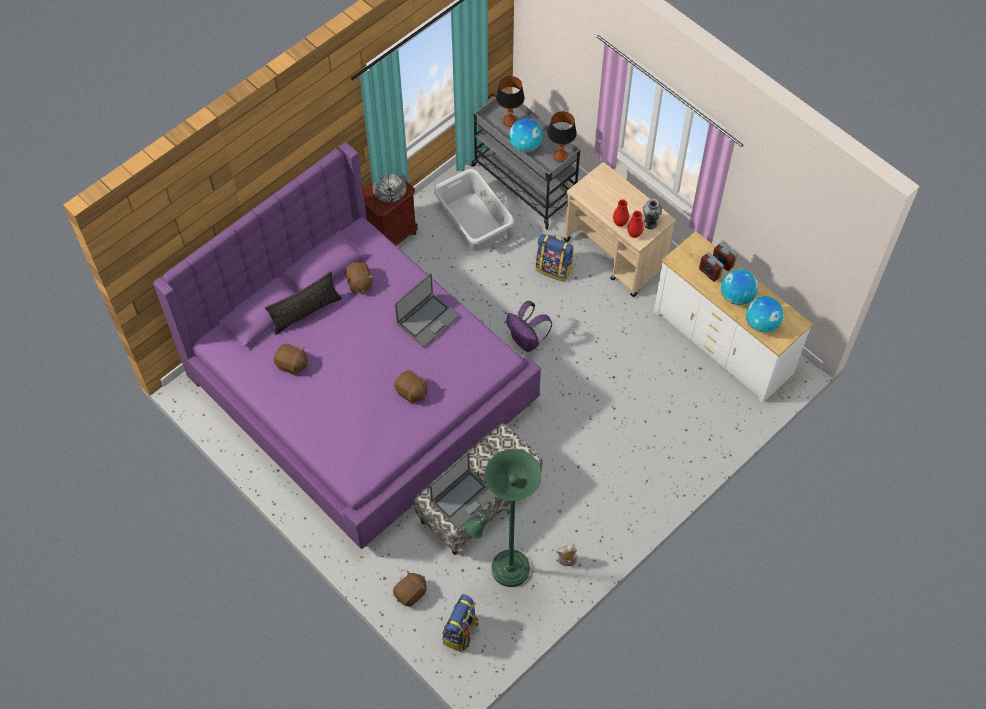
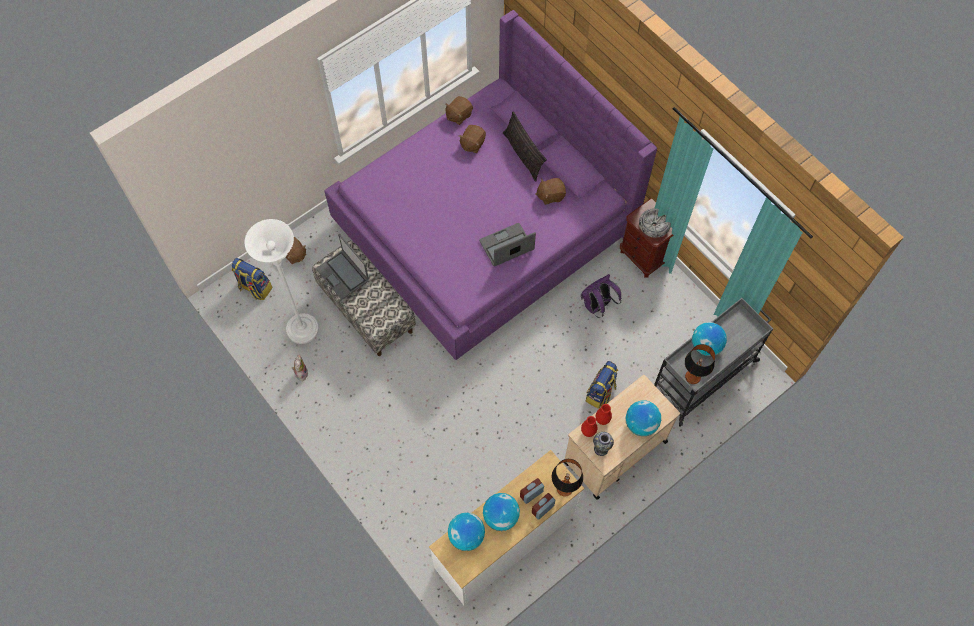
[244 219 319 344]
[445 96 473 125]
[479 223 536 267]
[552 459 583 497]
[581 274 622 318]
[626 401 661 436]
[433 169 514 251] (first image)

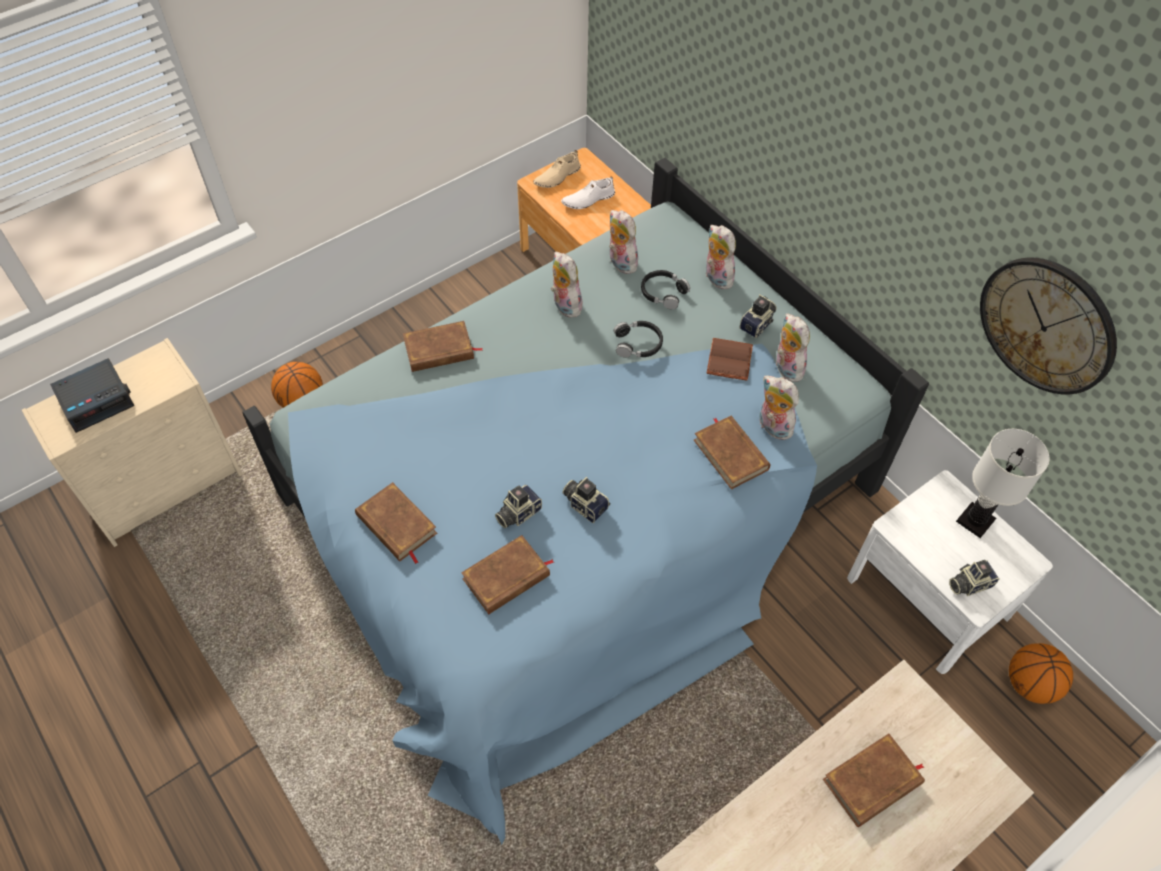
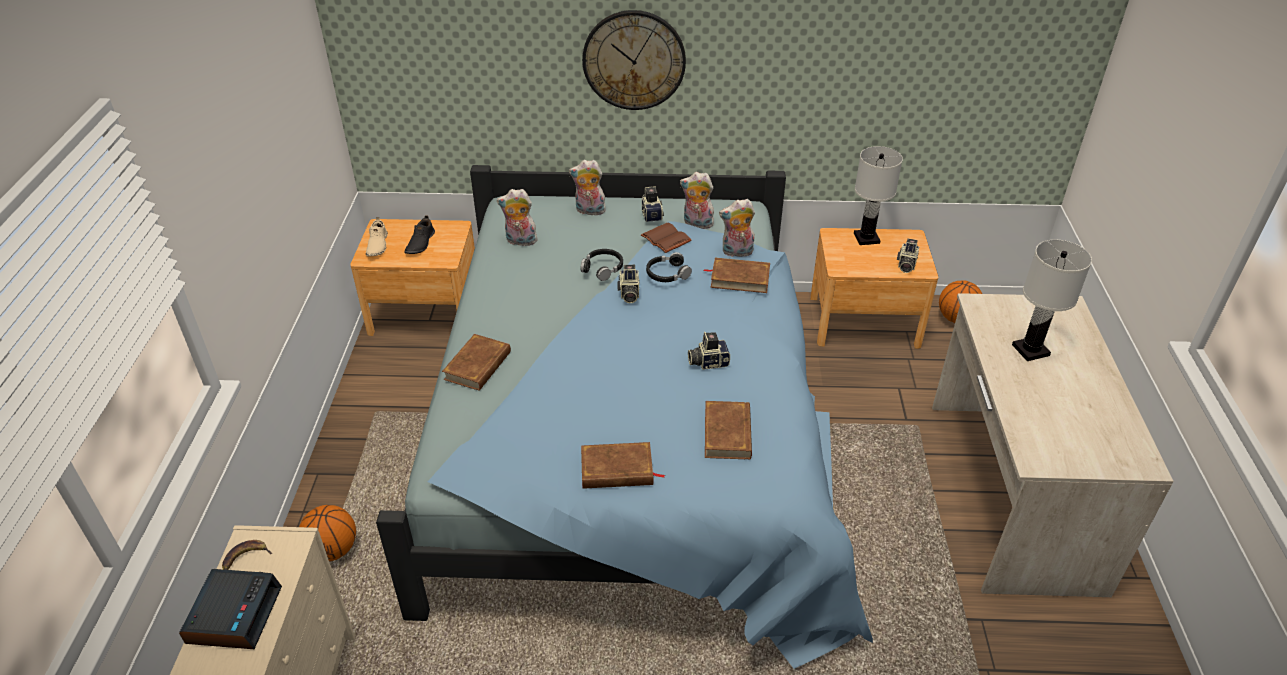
[222 540 273 570]
[404 215 435 254]
[582 10 686 110]
[617 265 640 303]
[646 252 692 282]
[810 228 938 349]
[1012 240 1092 361]
[551 252 582 318] (first image)

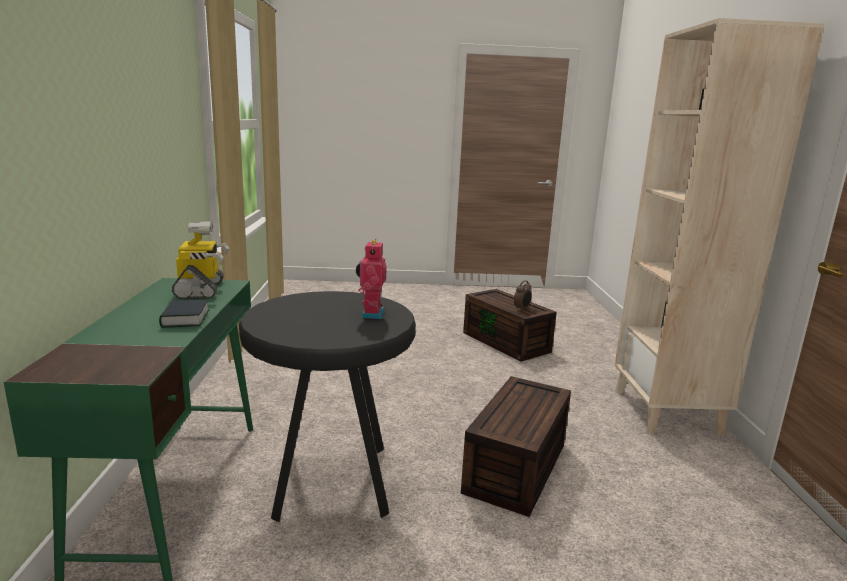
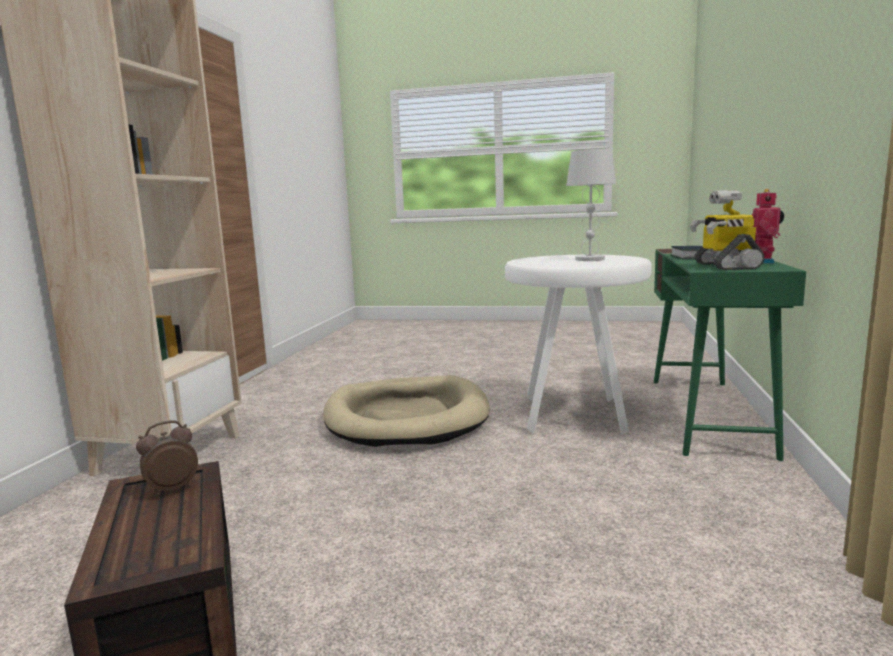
[323 375 490 447]
[505 255 652 434]
[566 149 616 261]
[752 189 784 264]

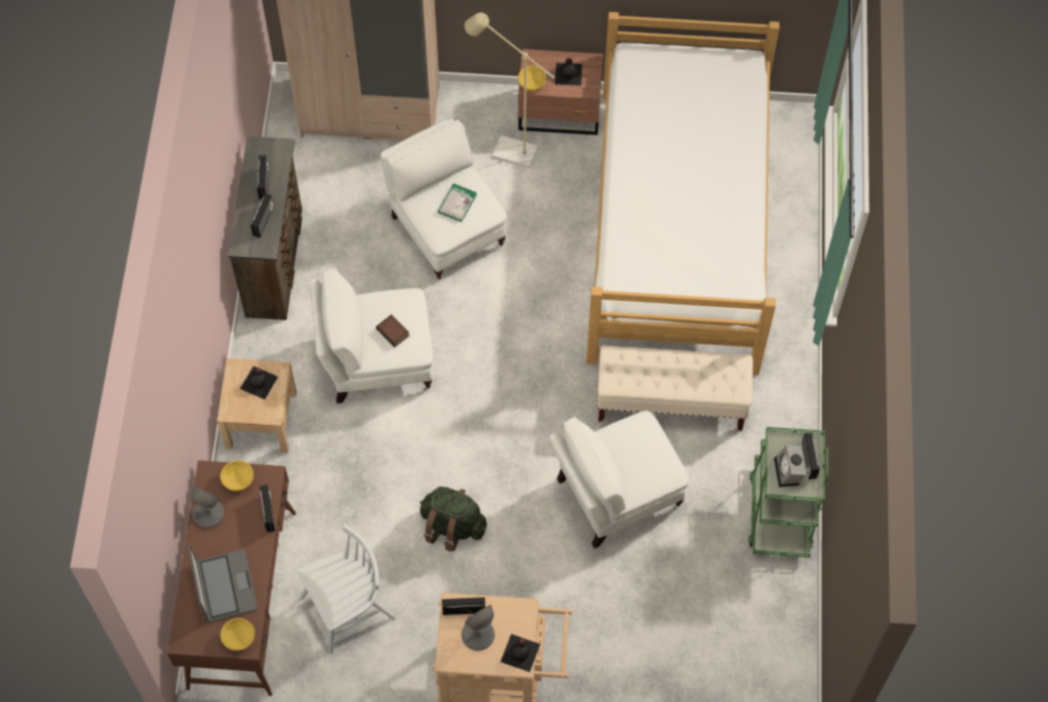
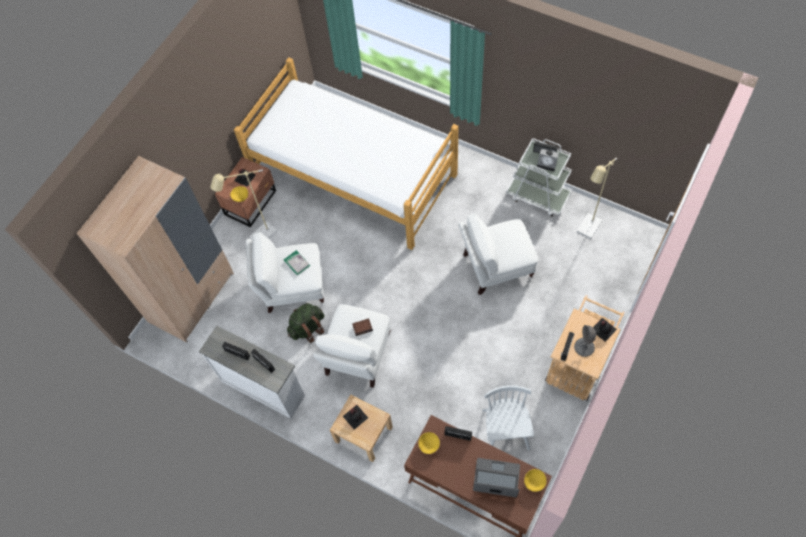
[199 326 305 419]
[287 303 324 343]
[458 213 538 295]
[506 138 572 217]
[577 158 617 239]
[191 486 224 528] (first image)
[596 345 753 431] (first image)

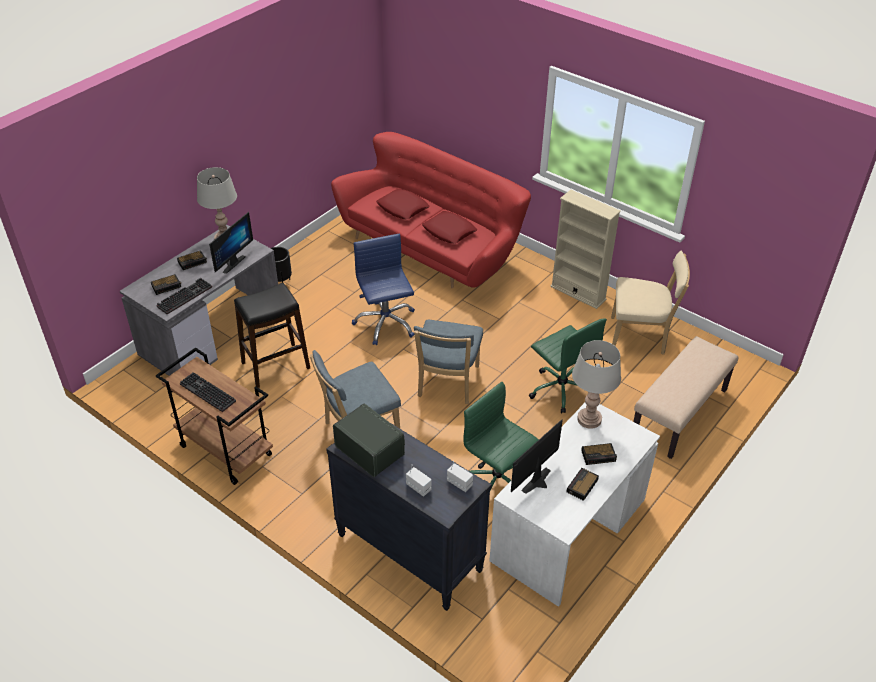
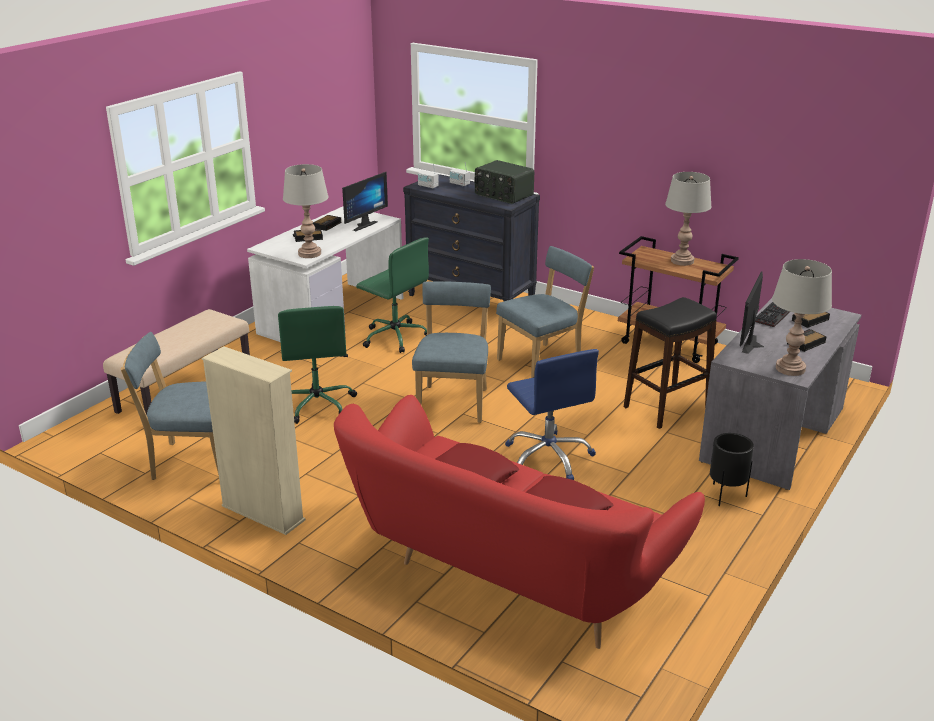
[121 332 219 480]
[278 306 357 424]
[665 172 712 266]

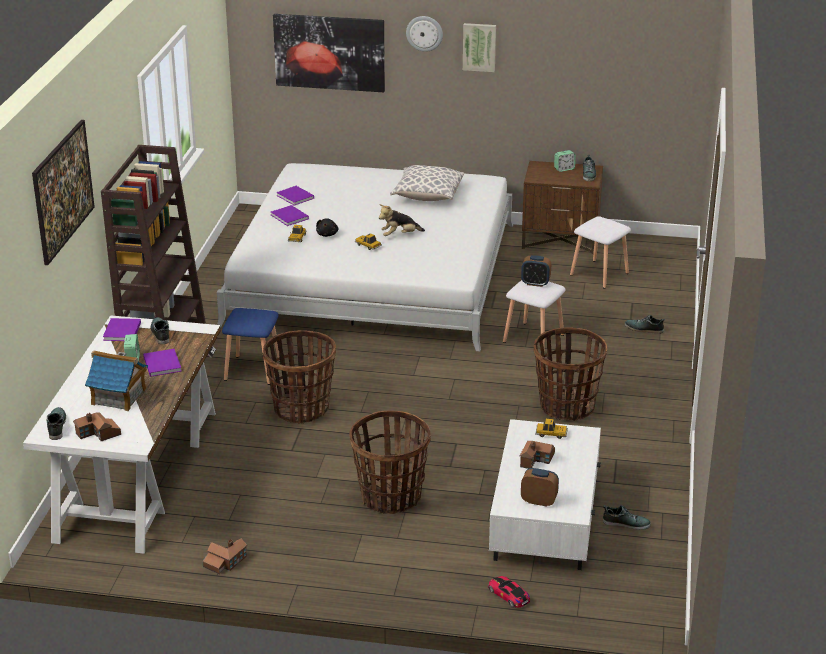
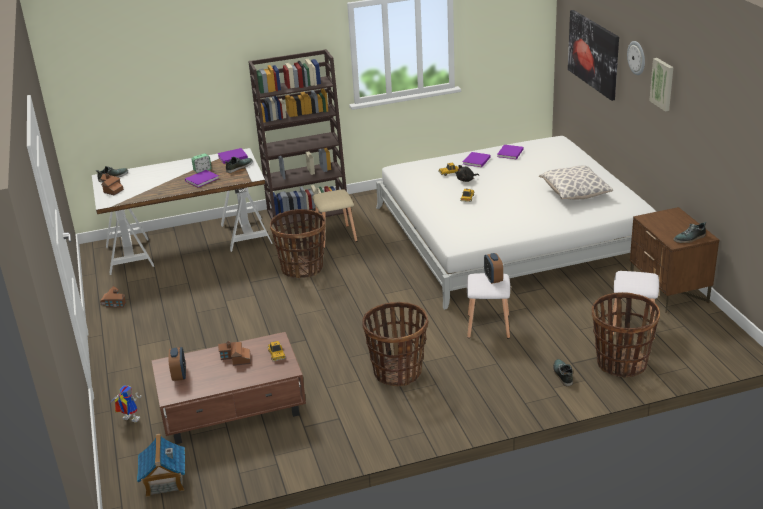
[111 385 142 423]
[137 434 185 497]
[151 332 306 444]
[312 189 357 248]
[592 292 660 378]
[32 120 95 265] (first image)
[379 204 425 236] (first image)
[554 150 576 172] (first image)
[603 505 651 530] (first image)

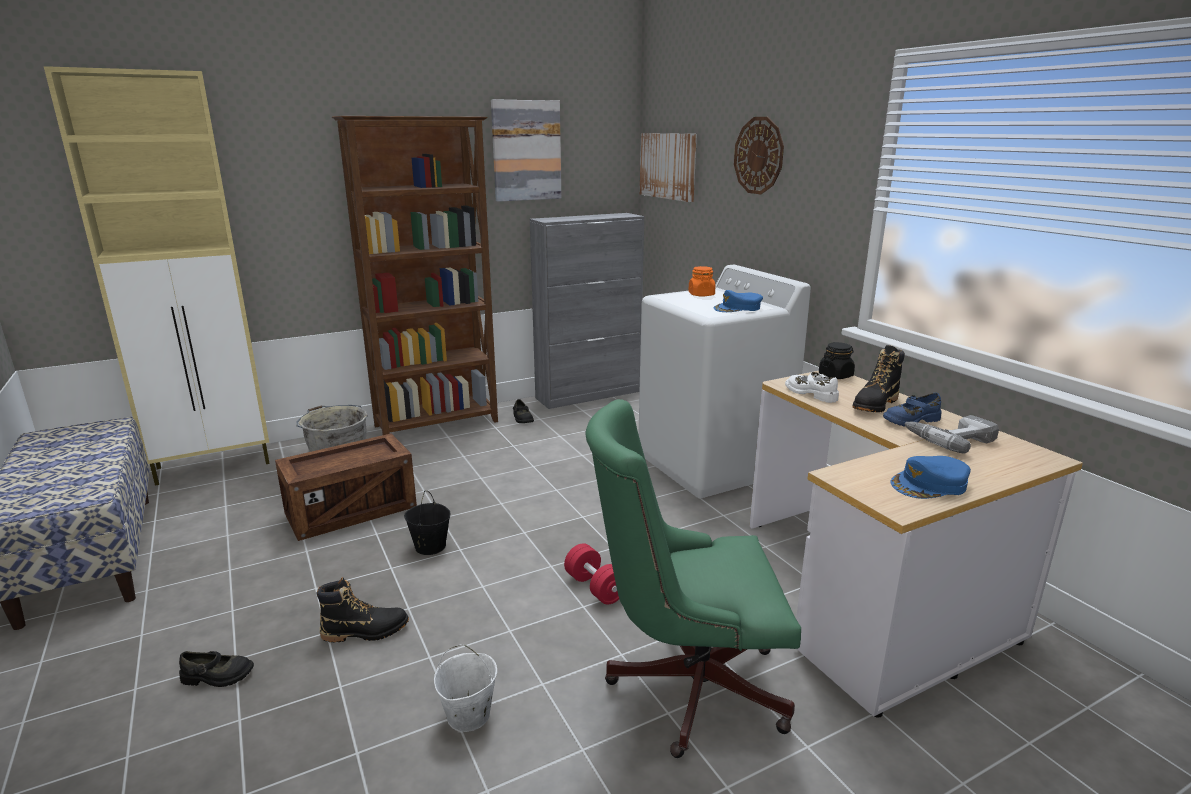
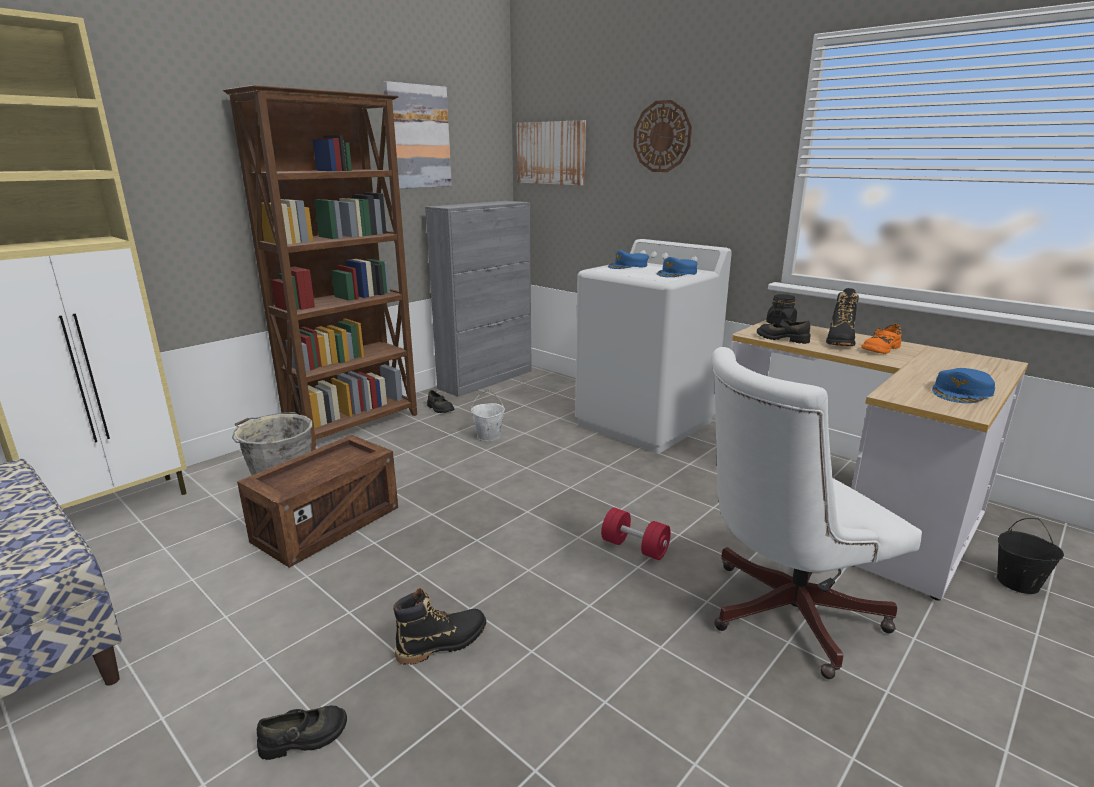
[471 390 505 441]
[608 250 649 269]
[711 347 922 679]
[757 319 810 344]
[861 324 901 354]
[997 518 1064 594]
[904 415 999 454] (first image)

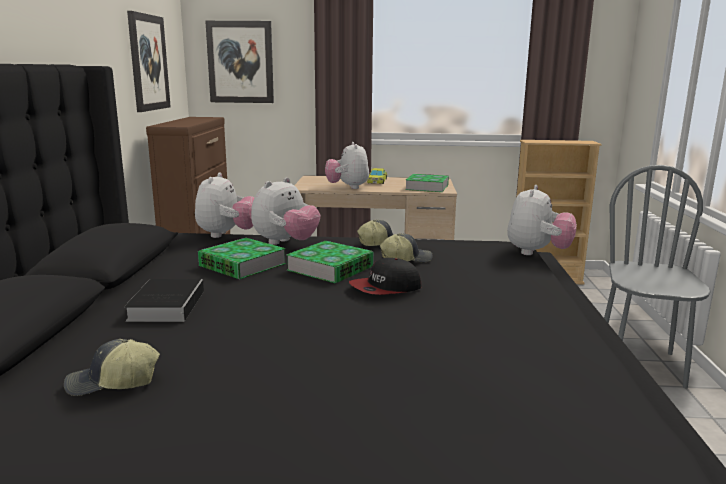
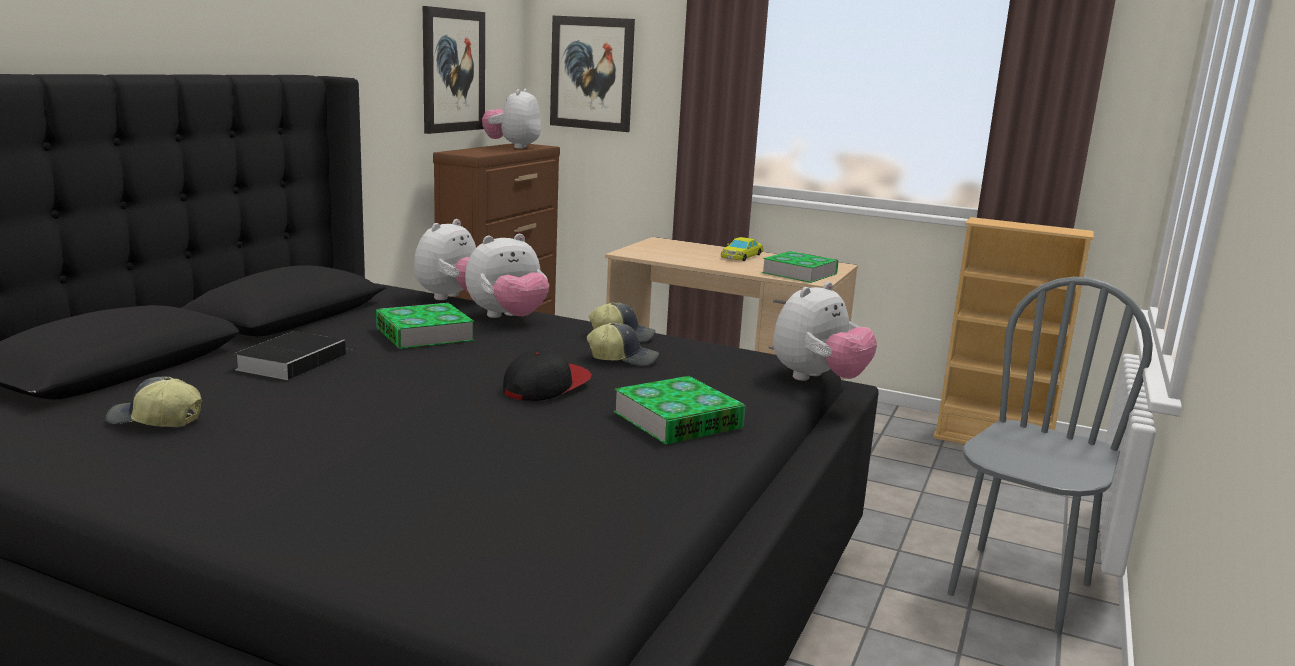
[482 89 541 149]
[503 349 592 401]
[614 376 745 445]

